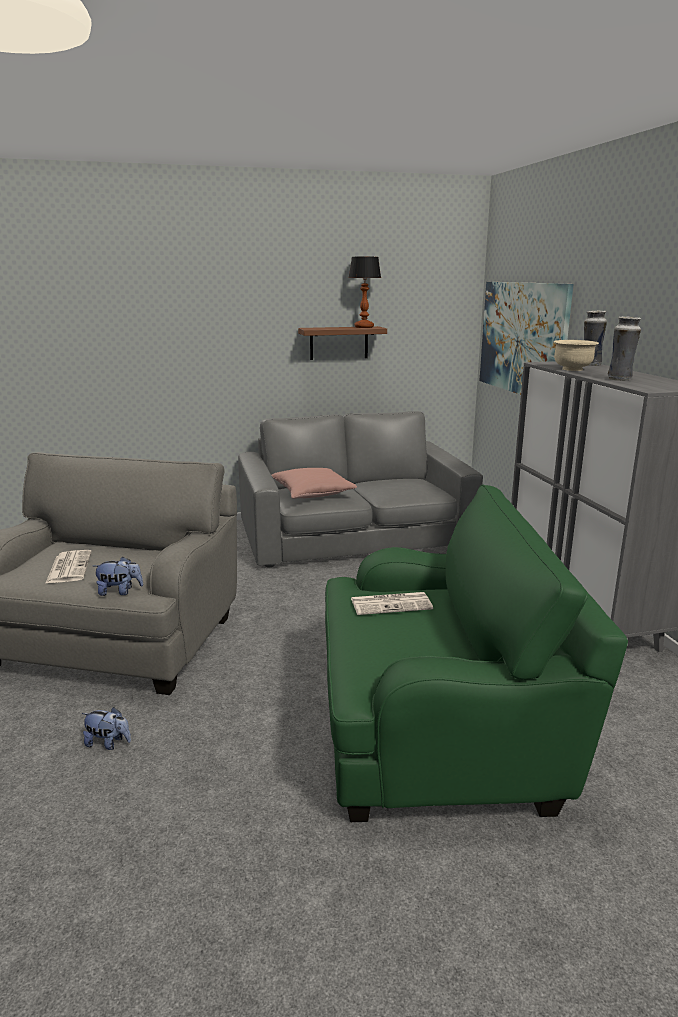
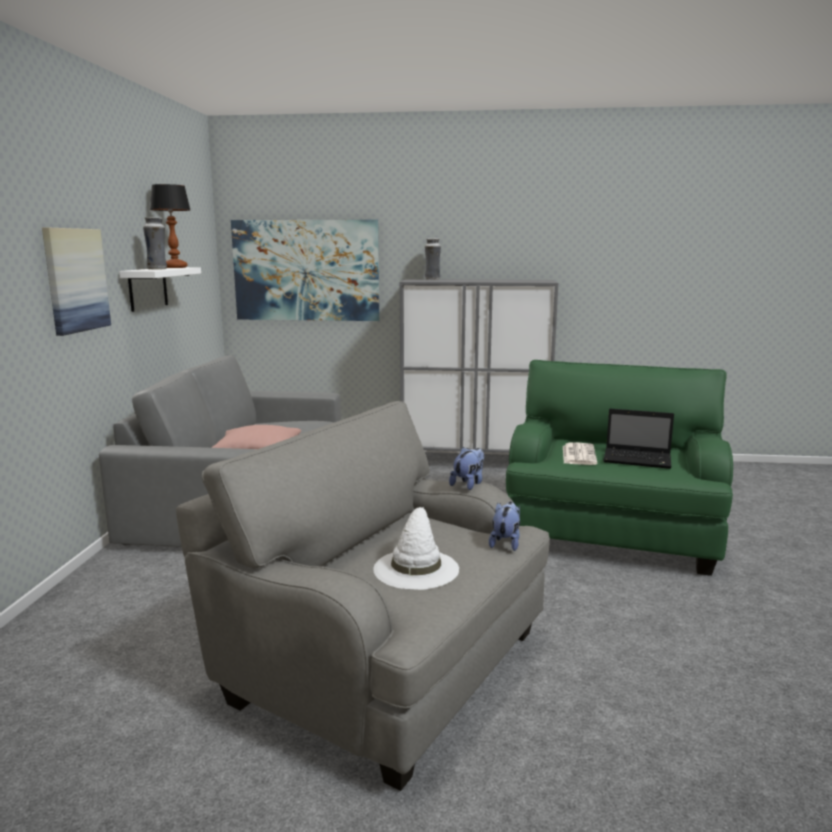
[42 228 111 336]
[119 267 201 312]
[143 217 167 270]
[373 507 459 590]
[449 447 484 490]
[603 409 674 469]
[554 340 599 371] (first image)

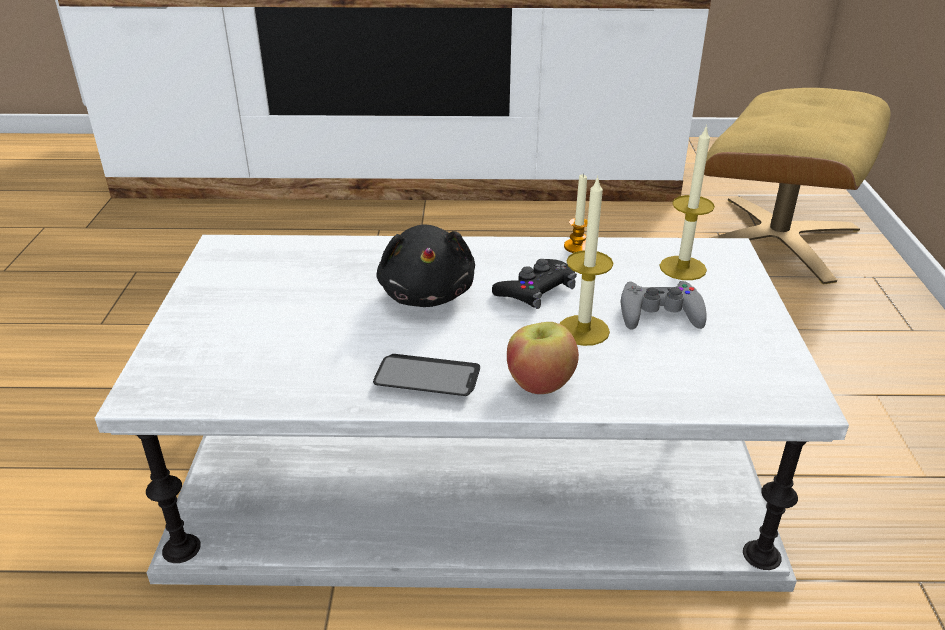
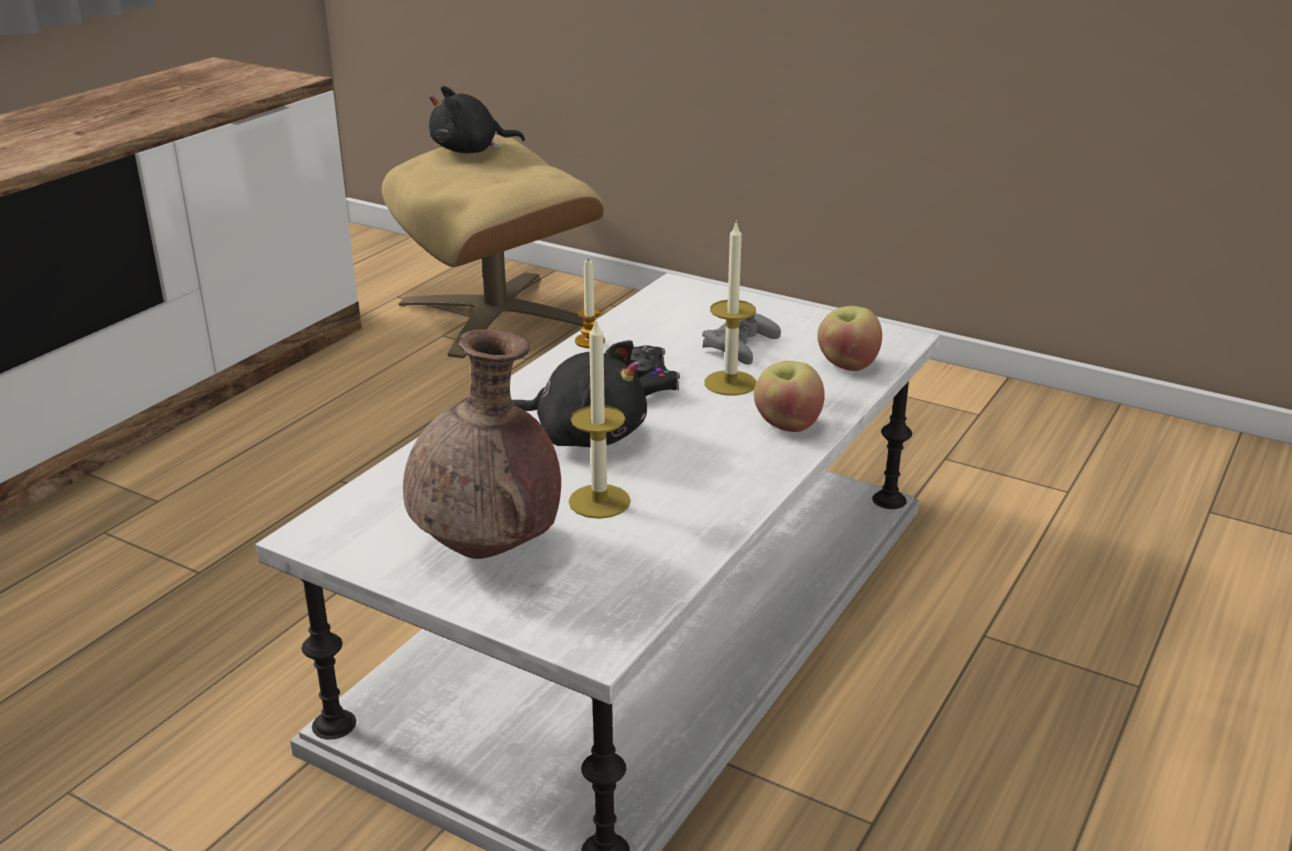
[403 329 561 559]
[429 86 525 153]
[569 319 631 519]
[817 306 882 371]
[373 354 480 396] (first image)

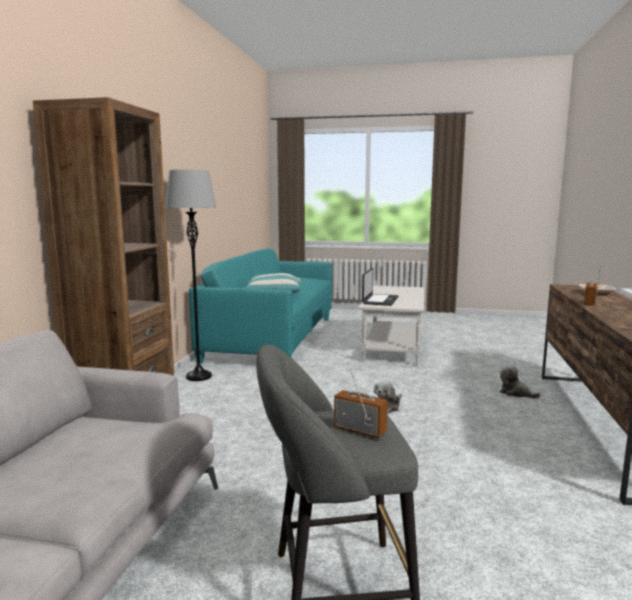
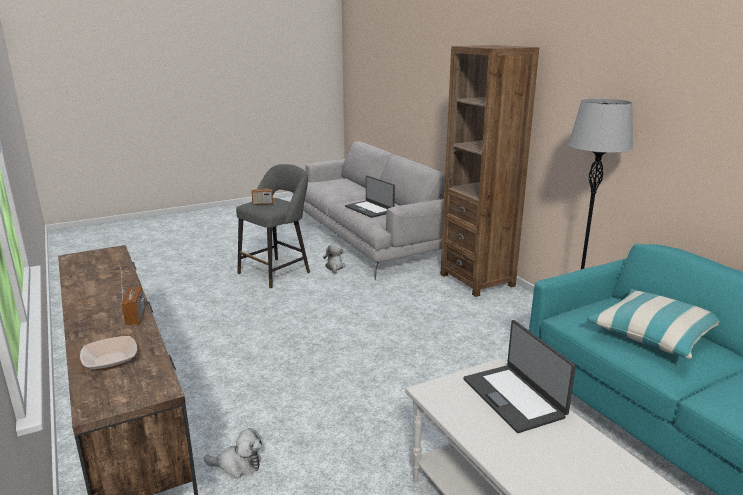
[323 244 346 274]
[345 175 395 218]

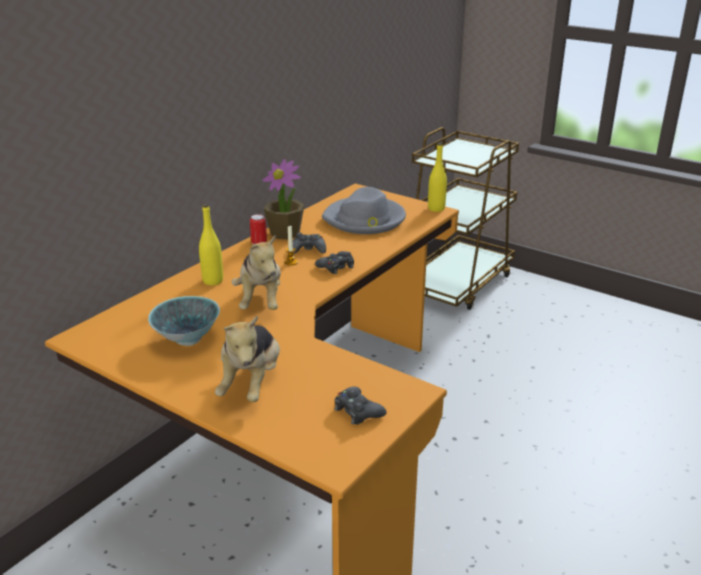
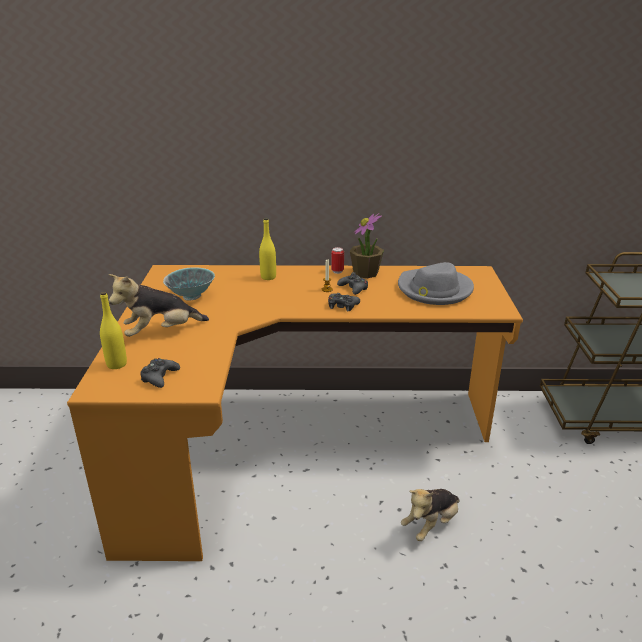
[100 292 127 369]
[401 489 459 541]

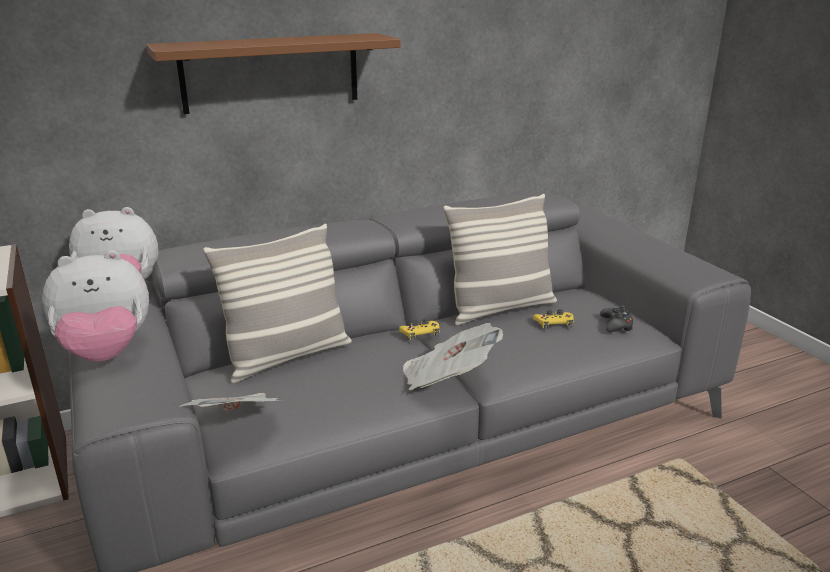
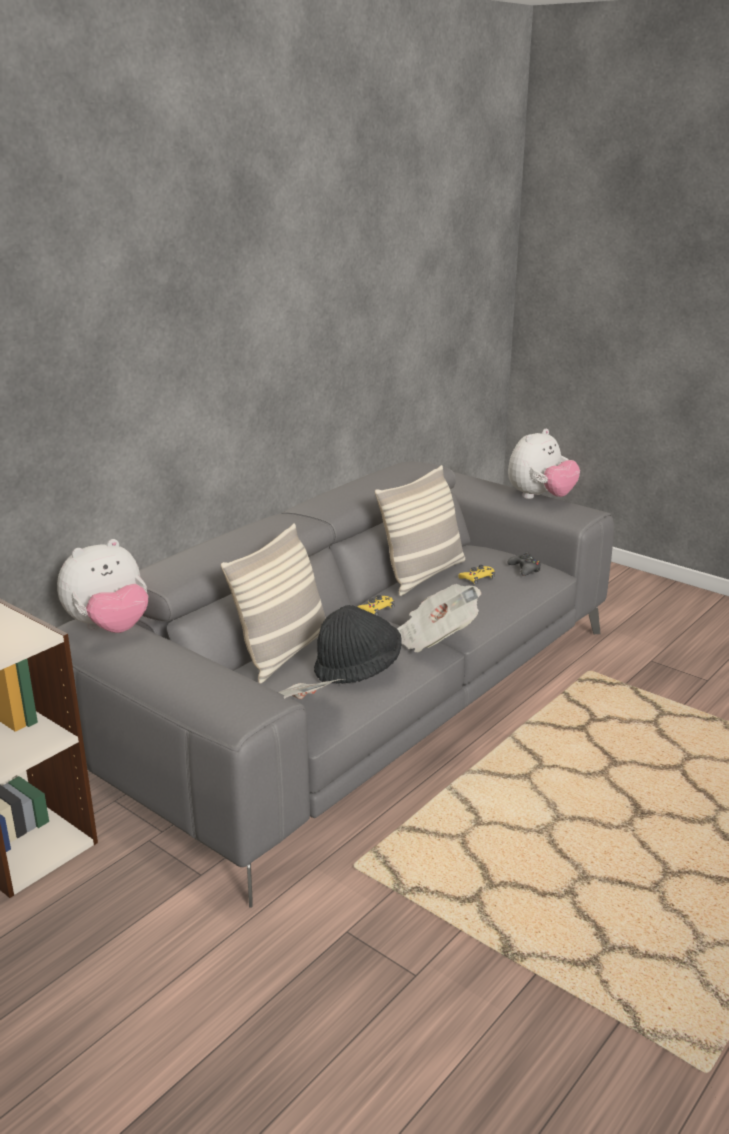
[314 605 402 684]
[508 429 580 499]
[146 33 400 114] (first image)

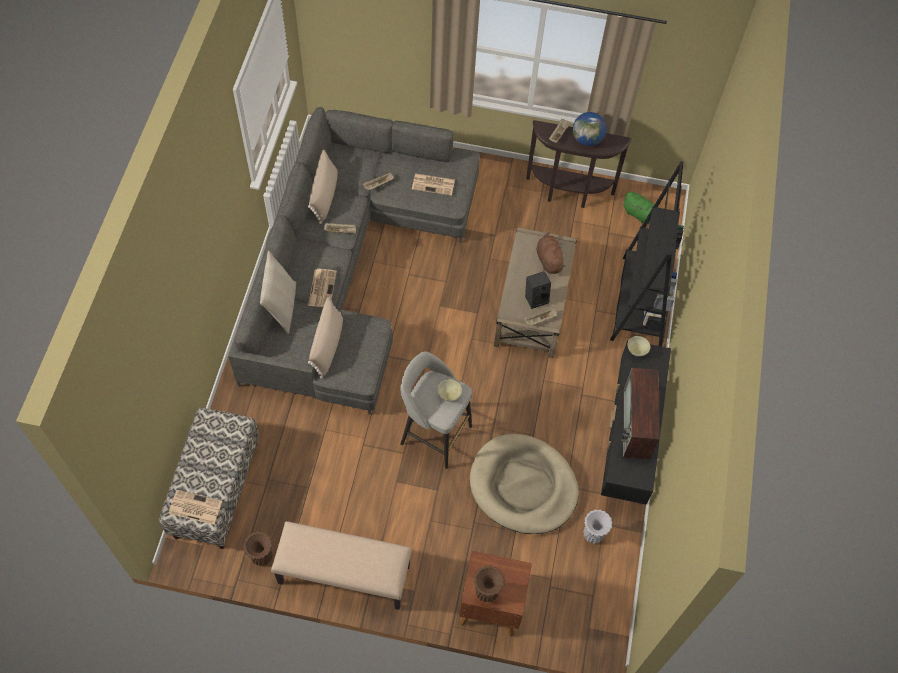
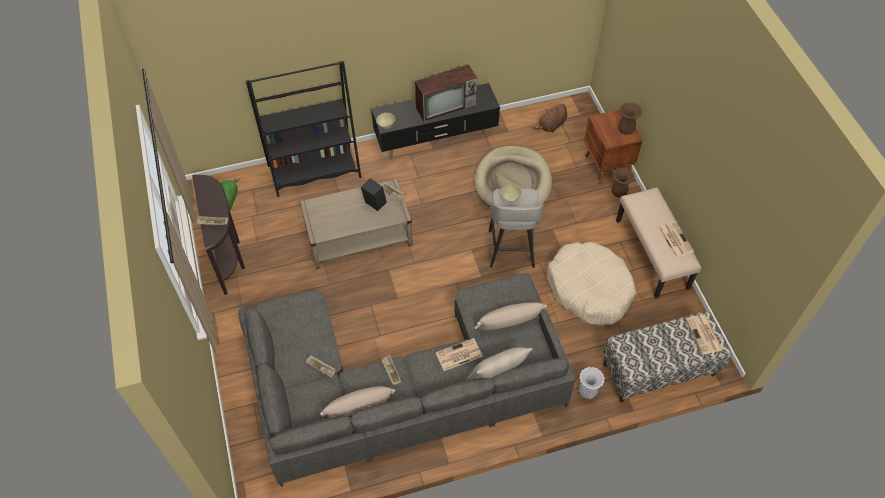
[533 104 567 133]
[547 242 636 325]
[579 367 605 399]
[612 167 635 198]
[658 221 694 258]
[573 112 607 146] (first image)

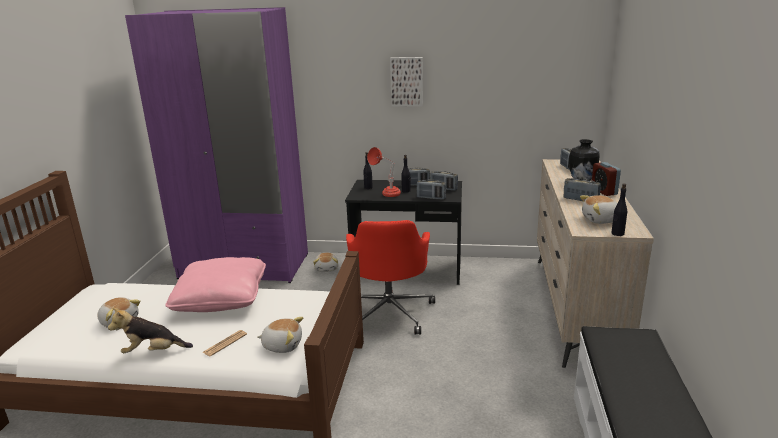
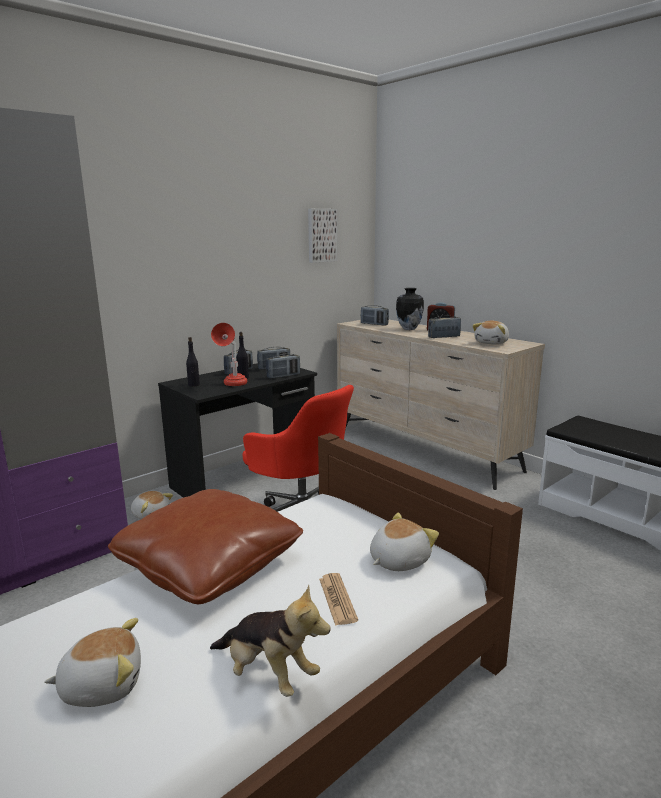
[108 489 303 604]
[210 585 330 697]
[308 209 338 263]
[611 184 627 236] (first image)

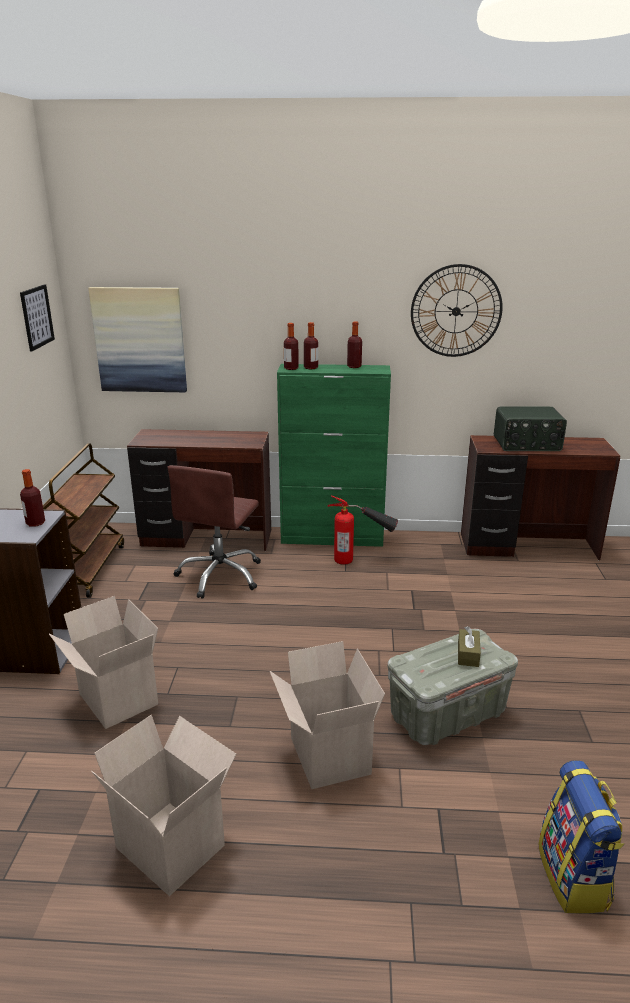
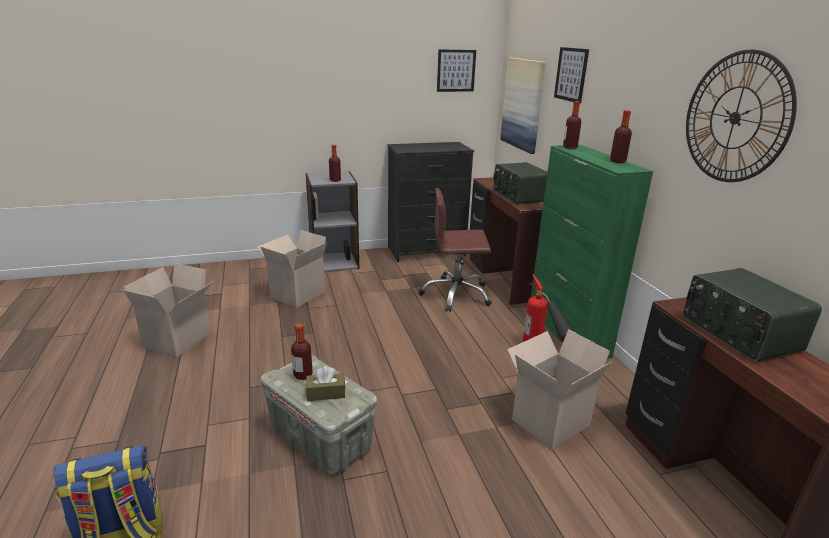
[291 324 313 380]
[387 142 474 262]
[493 162 547 204]
[507 329 612 450]
[554 47 589 104]

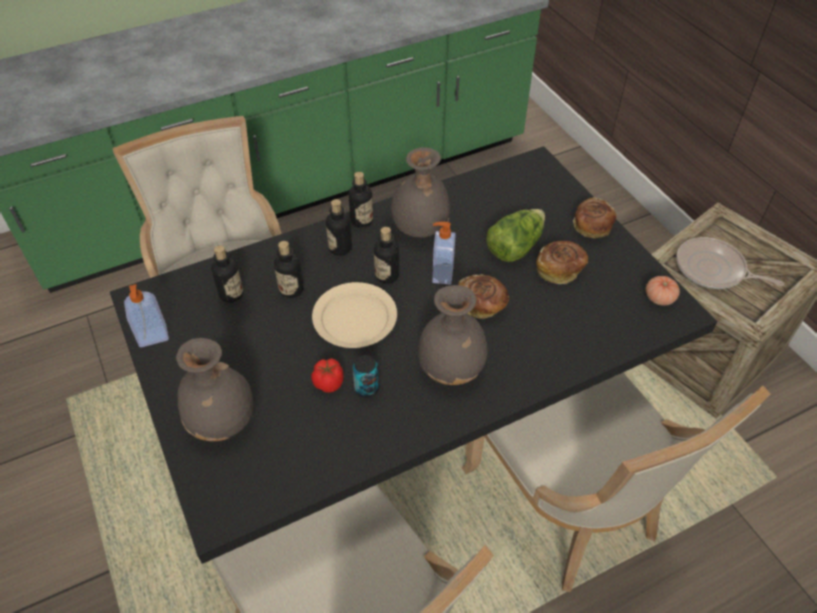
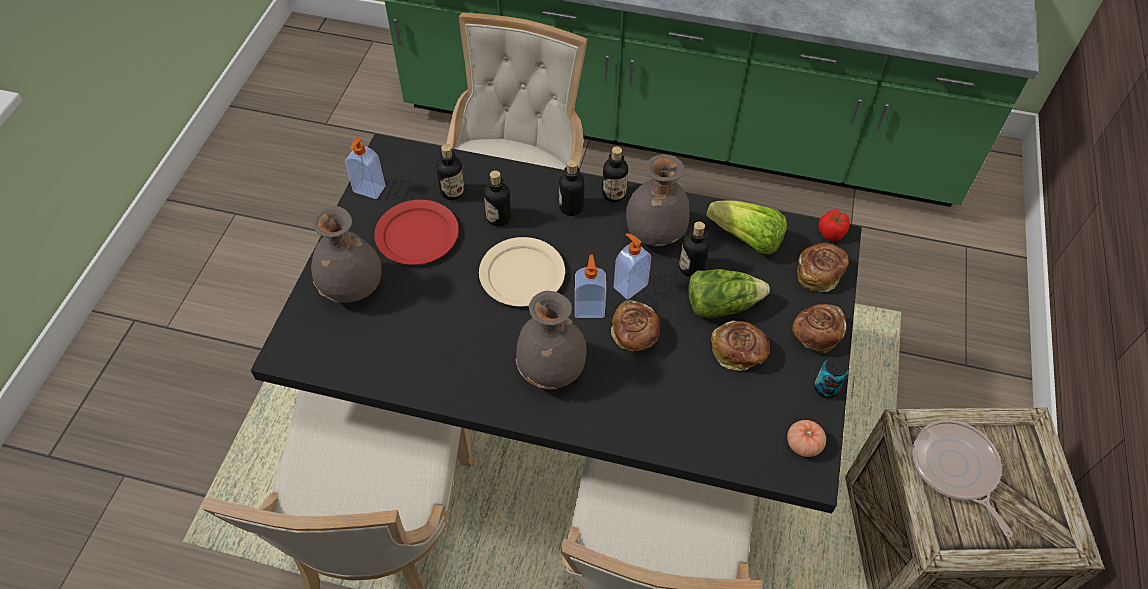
[374 200 459 265]
[575 254 606 318]
[679 221 710 277]
[706 200 787 255]
[797 243 849 292]
[814 357 849 398]
[818 210 850 241]

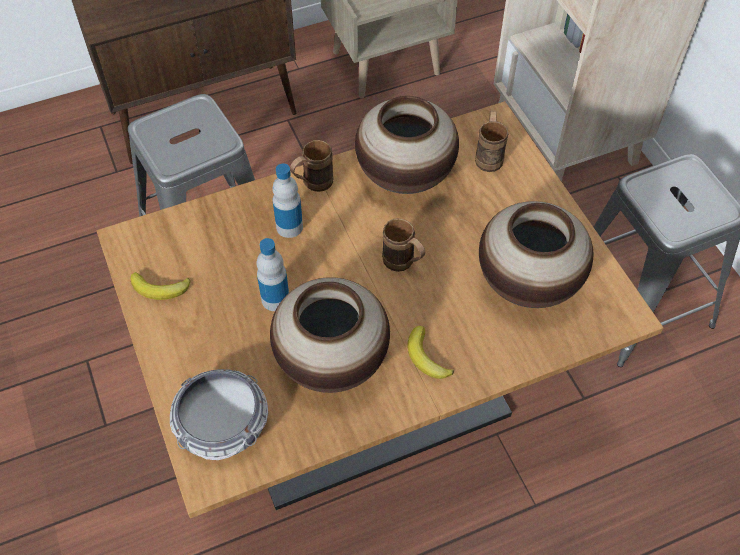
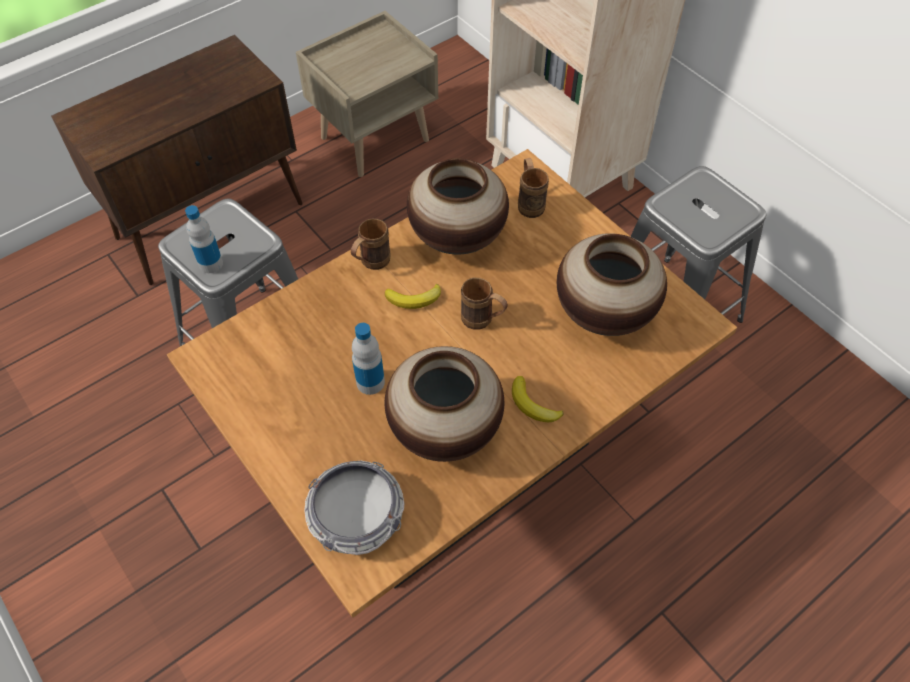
[185 205 223 273]
[385 284 441 309]

